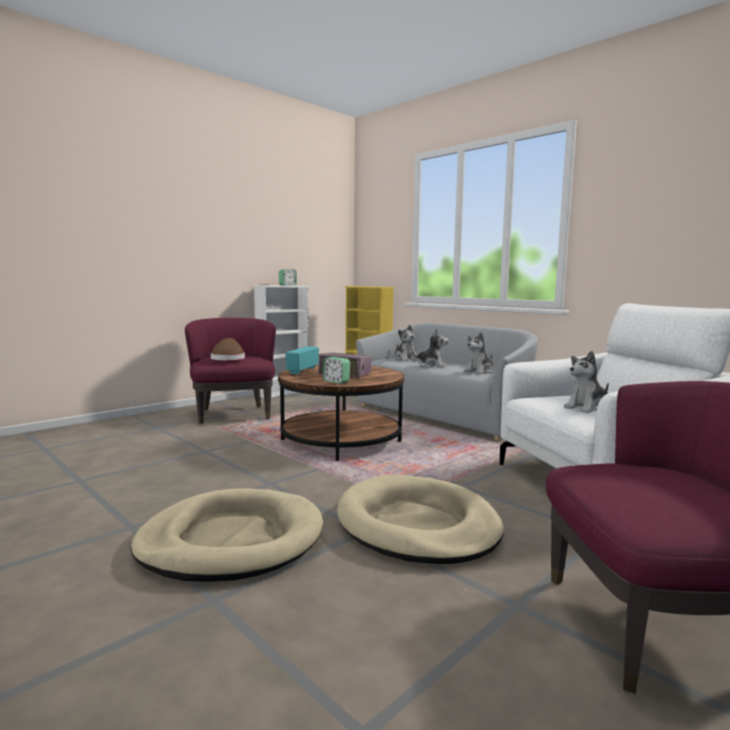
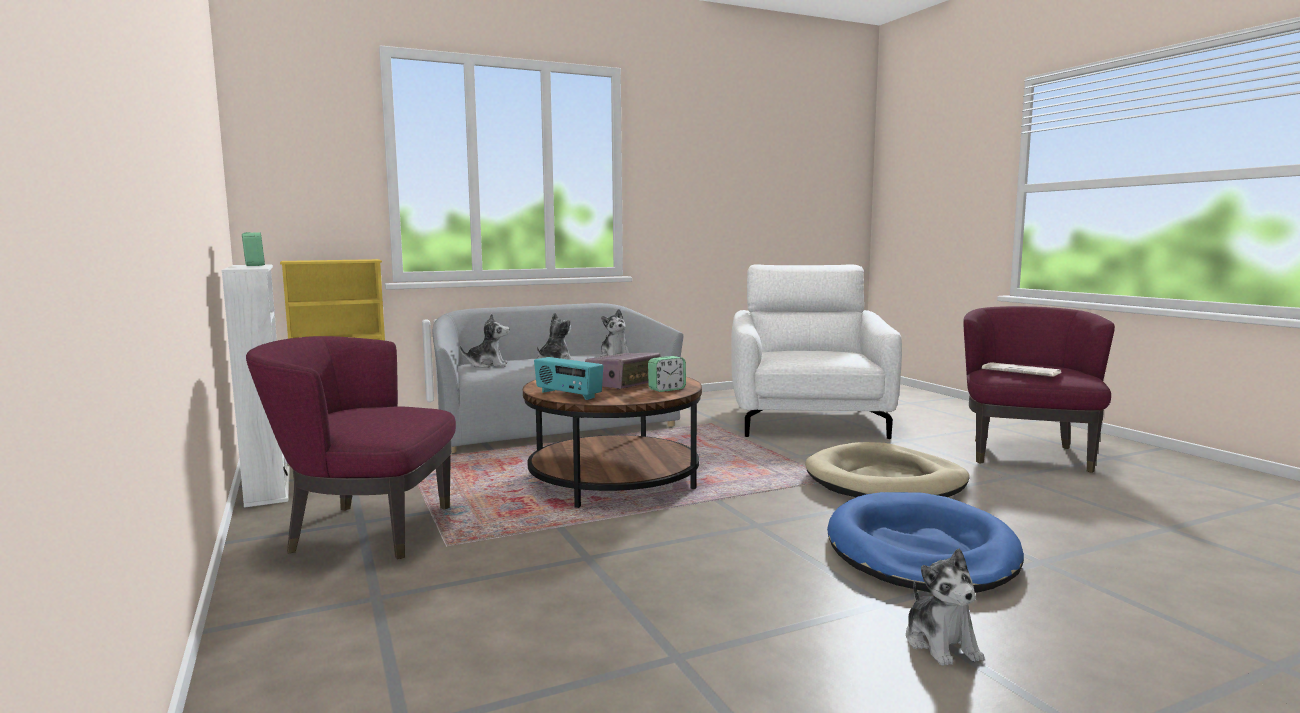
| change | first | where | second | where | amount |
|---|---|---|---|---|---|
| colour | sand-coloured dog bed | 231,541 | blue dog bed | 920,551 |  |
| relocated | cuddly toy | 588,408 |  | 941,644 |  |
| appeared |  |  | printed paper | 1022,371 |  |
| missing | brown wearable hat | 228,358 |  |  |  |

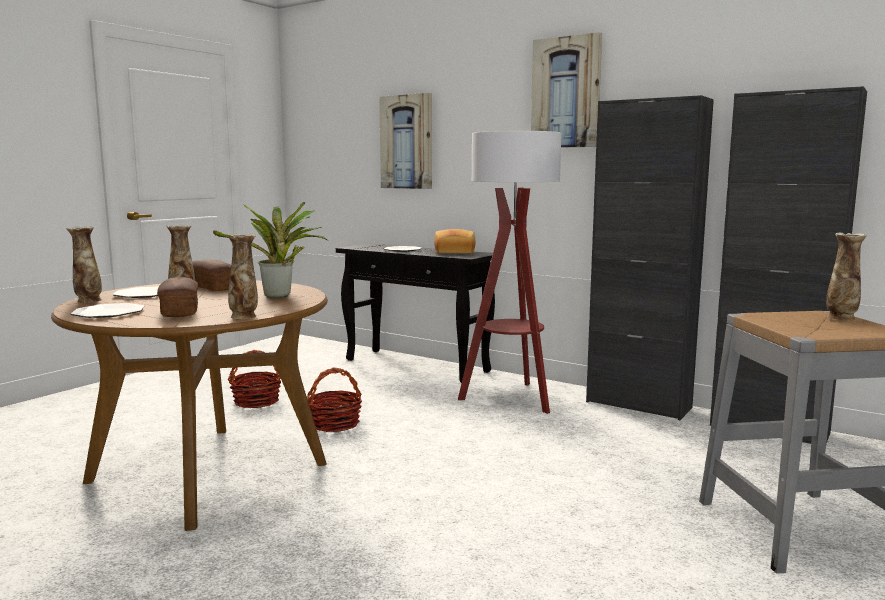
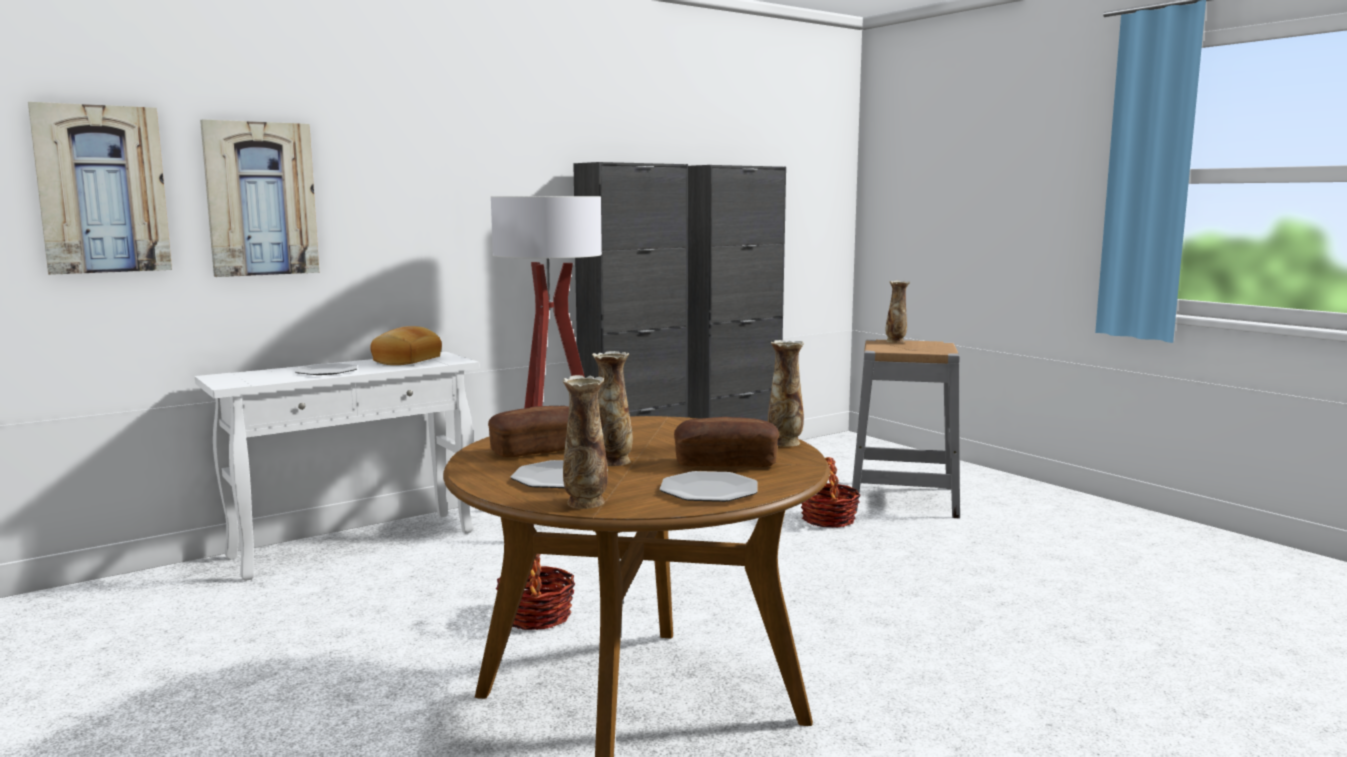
| change | first | where | second | where | amount |
|---|---|---|---|---|---|
| relocated | picture | 566,93 |  | 102,189 |  |
| colour | black narrow table | 417,366 | white narrow table | 355,544 |  |
| relocated | storage basket | 256,401 |  | 828,519 |  |
| missing | houseplant | 279,296 |  |  |  |

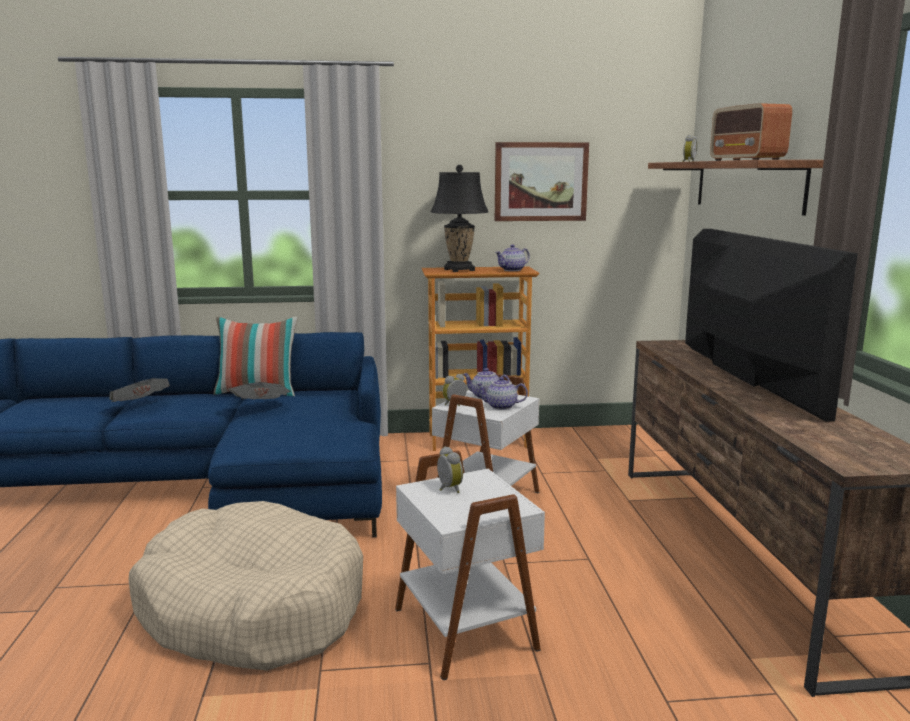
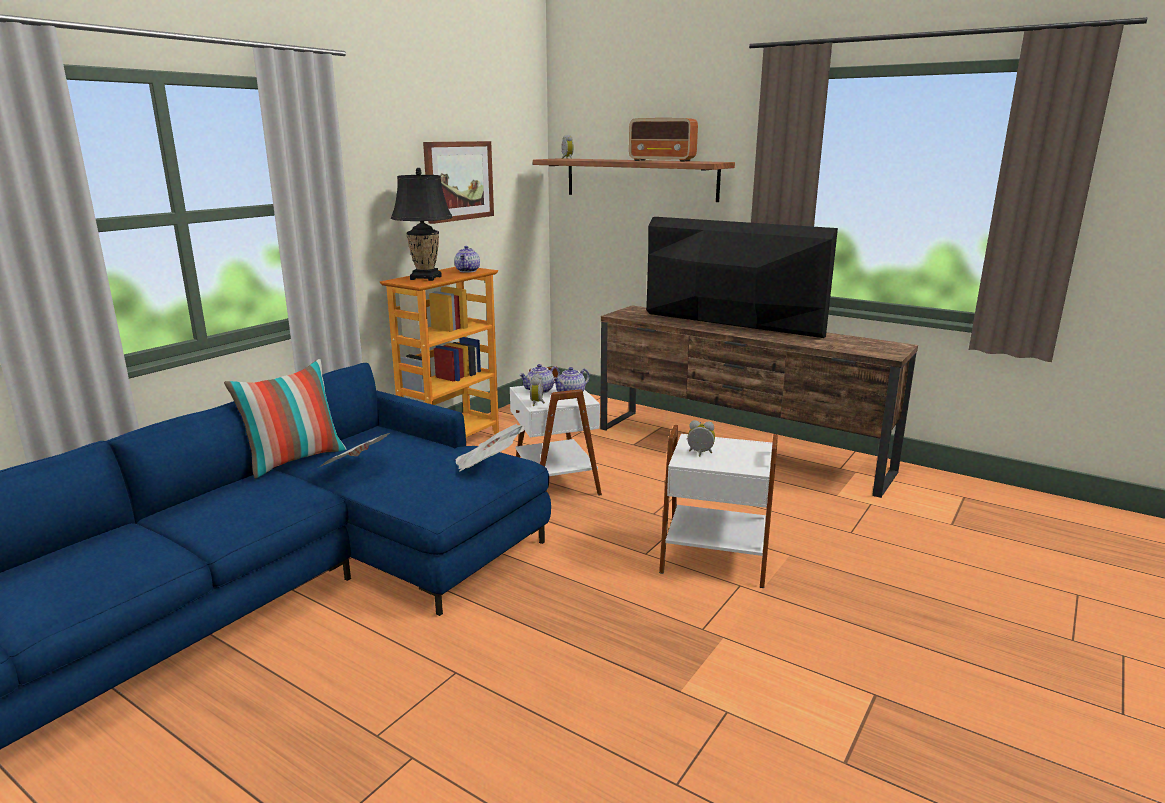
| change | first | where | second | where | amount |
|---|---|---|---|---|---|
| relocated | printed paper | 141,406 |  | 488,465 |  |
| missing | sand-coloured dog bed | 252,608 |  |  |  |

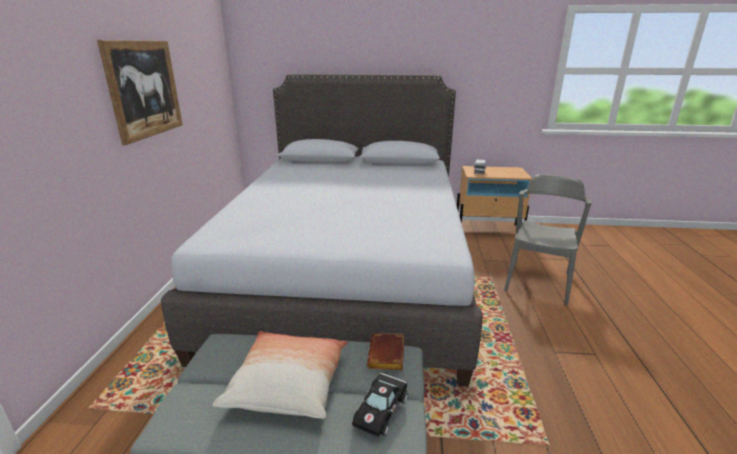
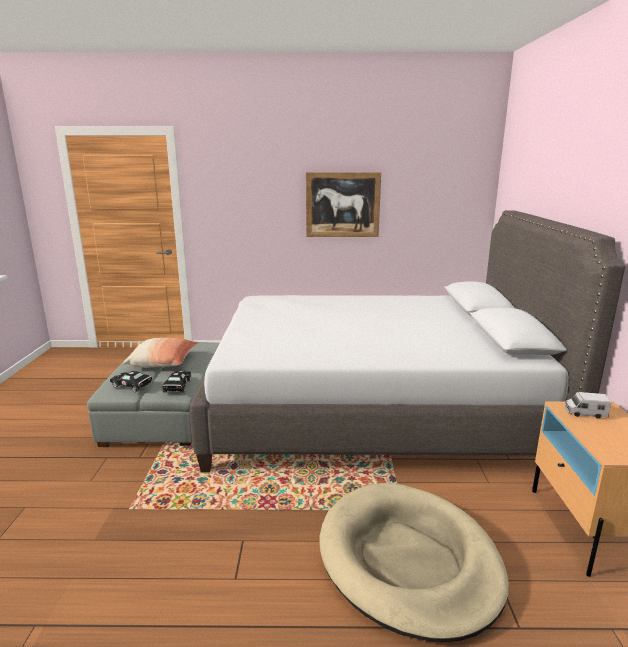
| change | first | where | second | where | amount |
|---|---|---|---|---|---|
| exchanged | brown bound book | 388,356 | black toy car | 177,387 |  |
| exchanged | greyish plain chair | 538,281 | sand-coloured dog bed | 408,561 |  |

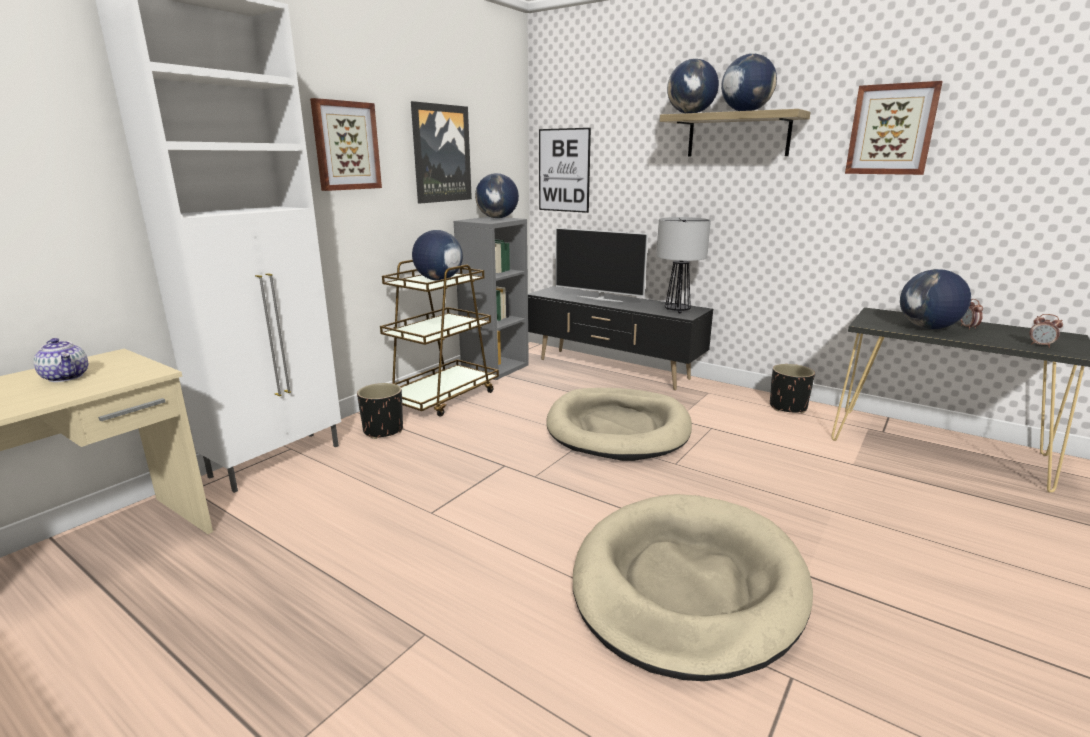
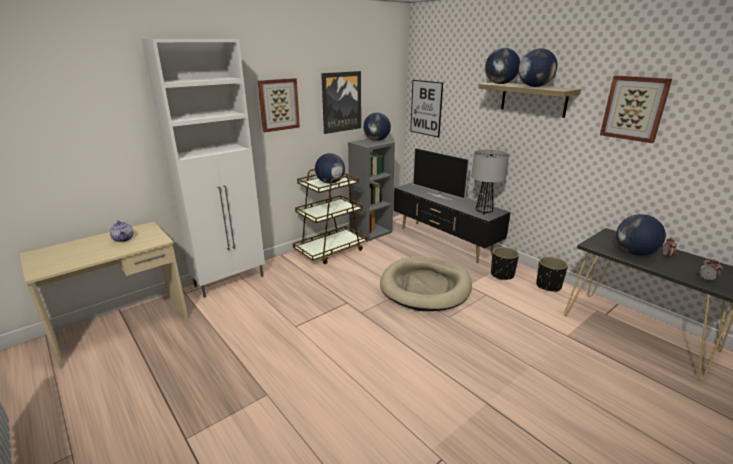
| change | first | where | second | where | amount |
|---|---|---|---|---|---|
| relocated | black plant pot | 383,430 |  | 502,274 |  |
| missing | sand-coloured dog bed | 687,586 |  |  |  |

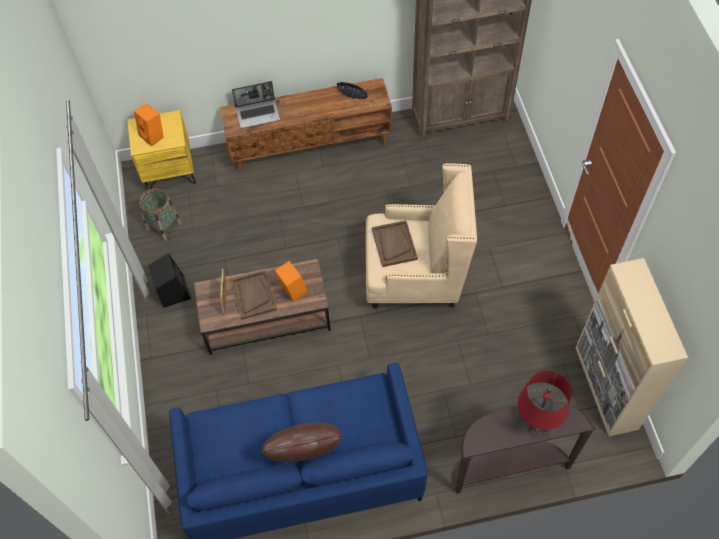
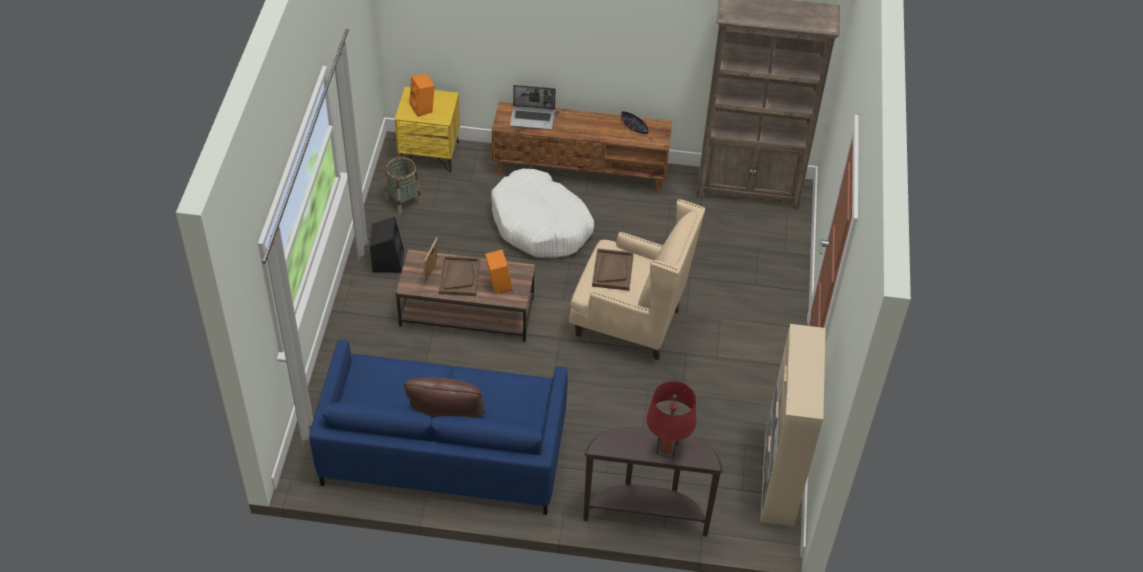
| change | first | where | second | where | amount |
|---|---|---|---|---|---|
| appeared |  |  | white dog bed | 541,224 |  |

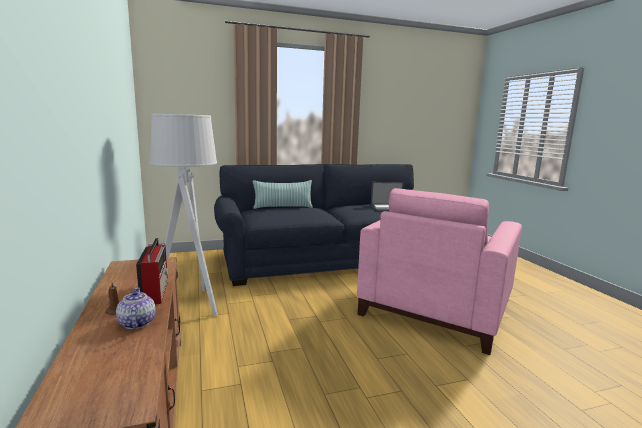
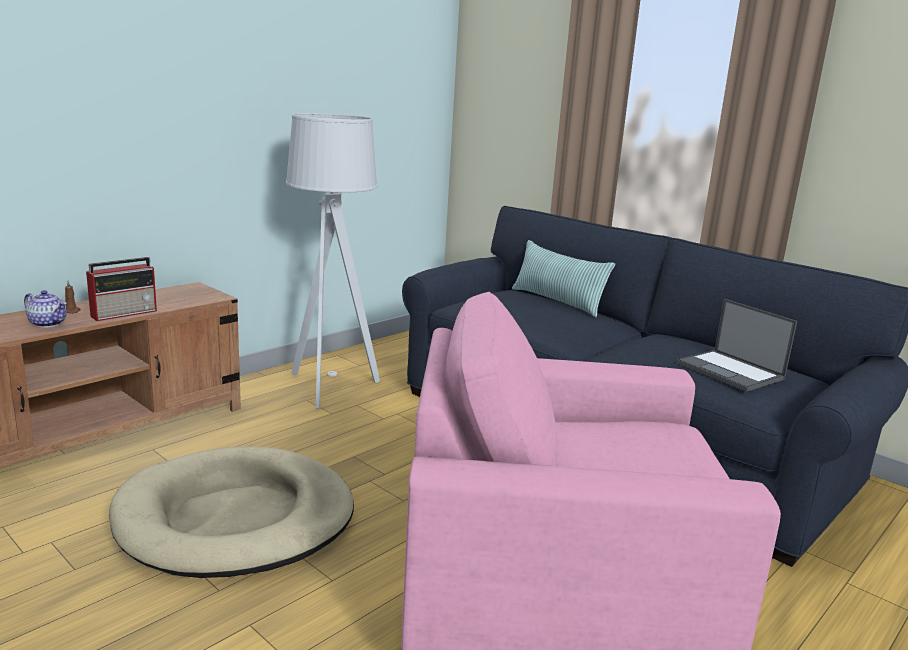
| change | first | where | second | where | amount |
|---|---|---|---|---|---|
| spun | tea pot | 136,323 |  | 48,323 | 75 degrees clockwise |
| appeared |  |  | sand-coloured dog bed | 236,518 |  |

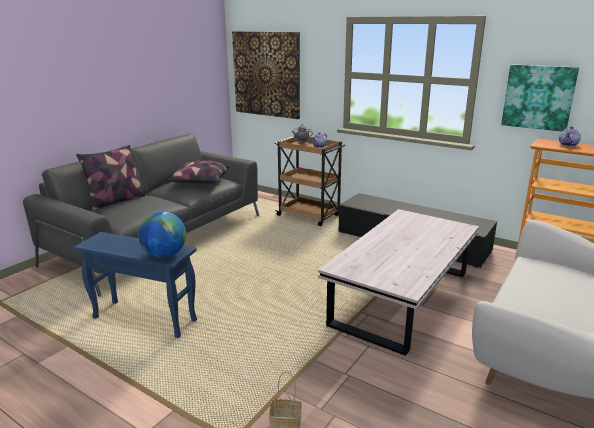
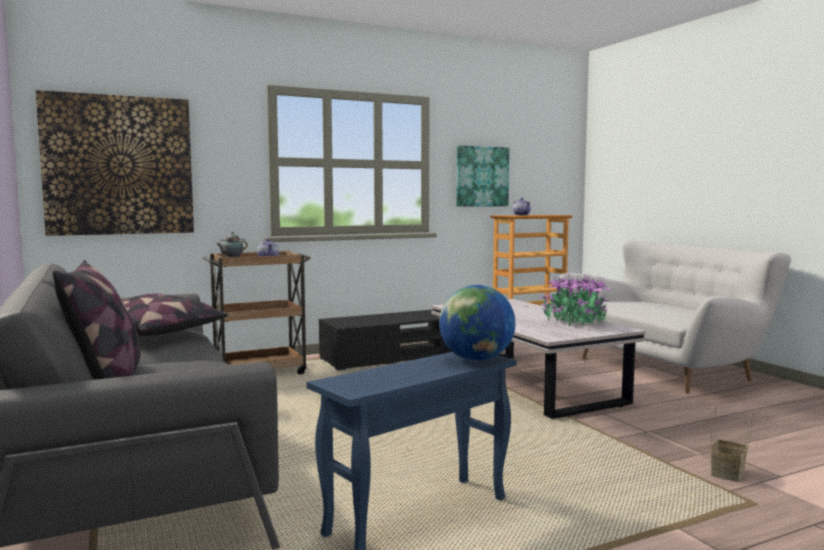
| change | first | where | second | where | amount |
|---|---|---|---|---|---|
| appeared |  |  | houseplant | 574,321 |  |

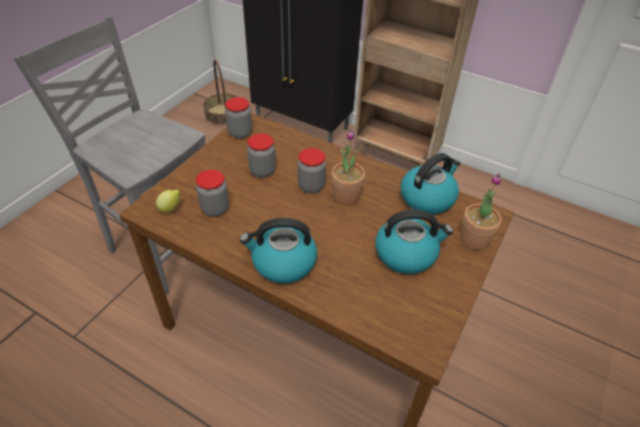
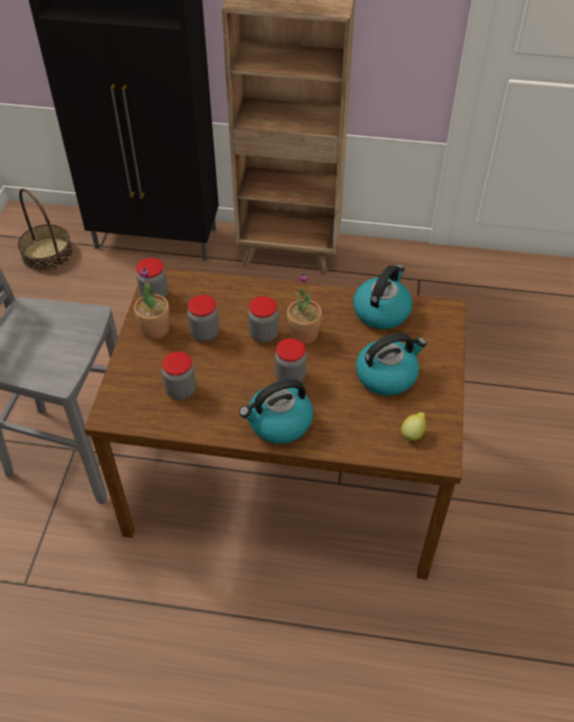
| change | first | where | second | where | amount |
|---|---|---|---|---|---|
| relocated | houseplant | 474,240 |  | 155,329 |  |
| appeared |  |  | jar | 290,377 |  |
| relocated | citrus fruit | 171,208 |  | 413,434 |  |

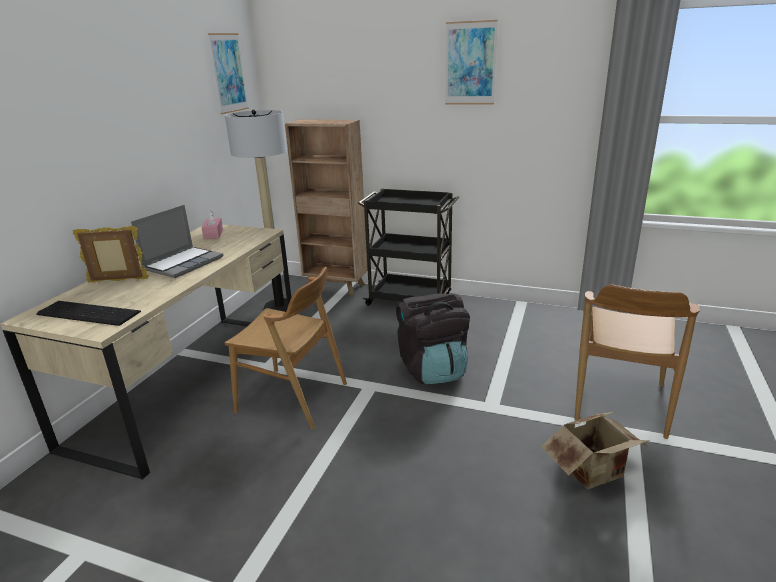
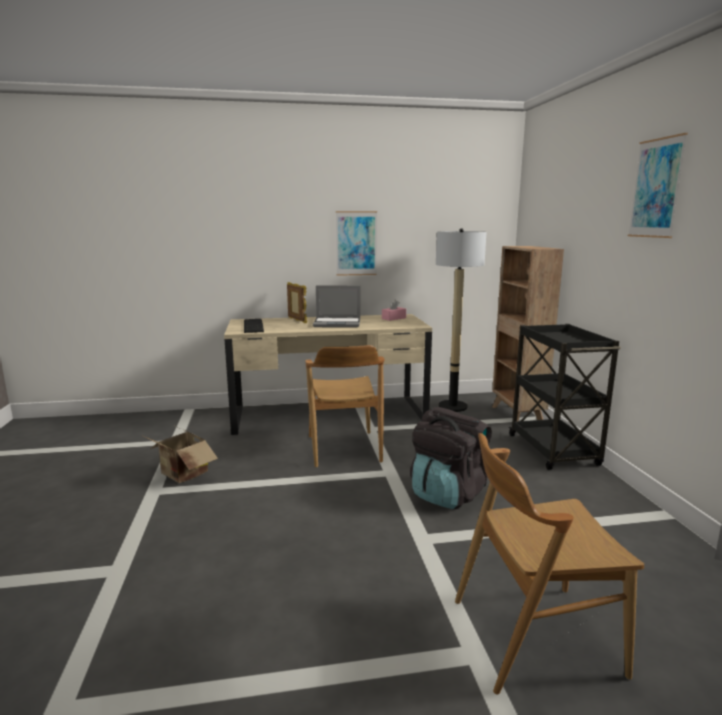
| change | first | where | second | where | amount |
|---|---|---|---|---|---|
| relocated | packing box | 595,472 |  | 182,475 |  |
| relocated | picture | 228,73 |  | 356,243 |  |

